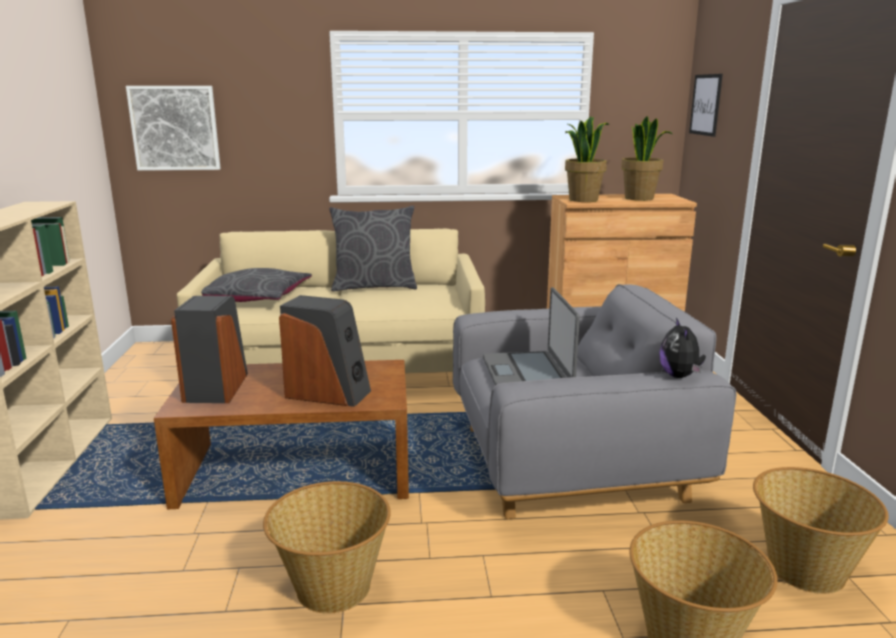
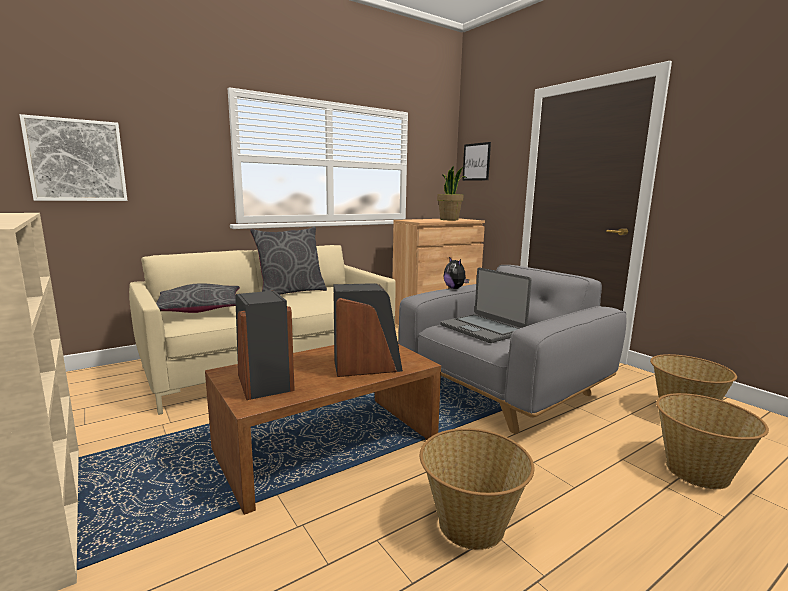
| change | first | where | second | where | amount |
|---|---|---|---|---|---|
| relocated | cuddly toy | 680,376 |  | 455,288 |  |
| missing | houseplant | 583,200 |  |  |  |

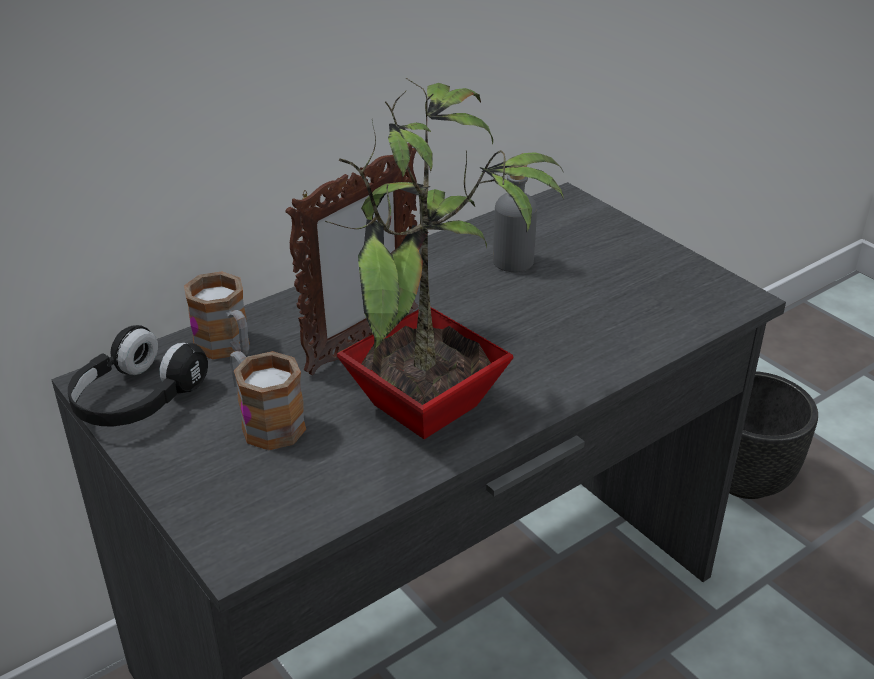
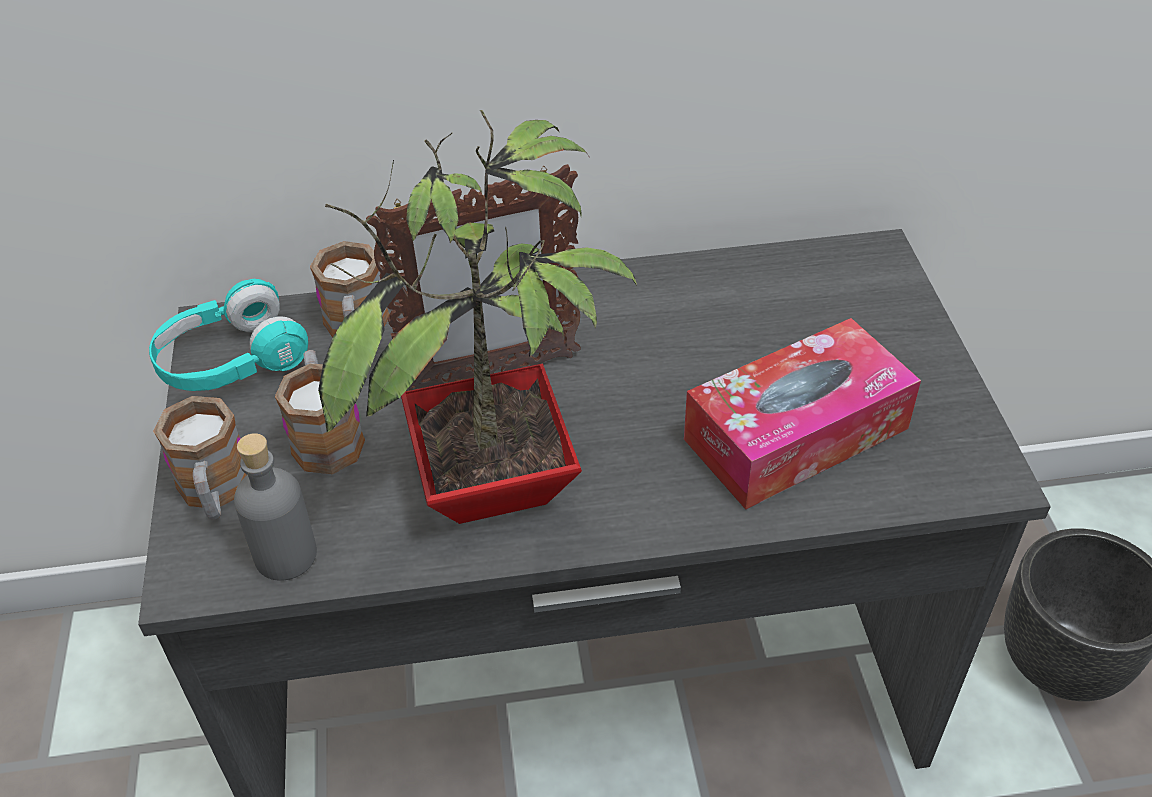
| change | first | where | second | where | amount |
|---|---|---|---|---|---|
| colour | black headset | 136,400 | turquoise-coloured headset | 231,361 |  |
| appeared |  |  | tea mug | 215,493 |  |
| relocated | greyish beverage bottle | 513,261 |  | 286,555 |  |
| appeared |  |  | tissue box | 796,434 |  |

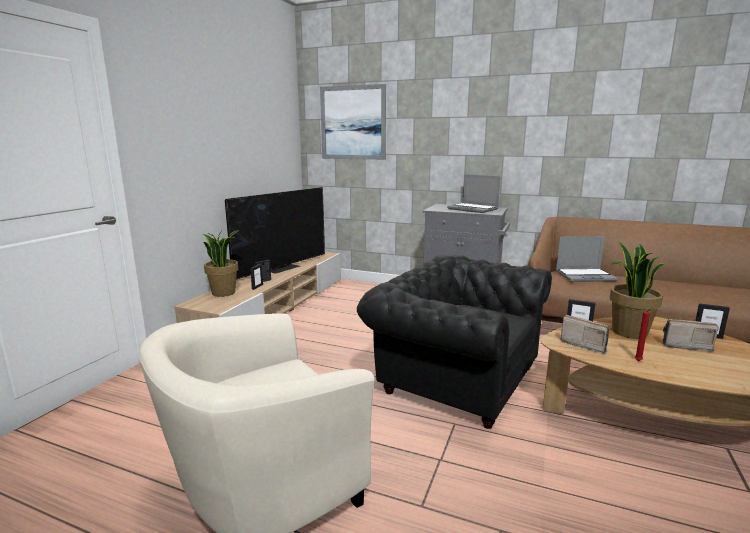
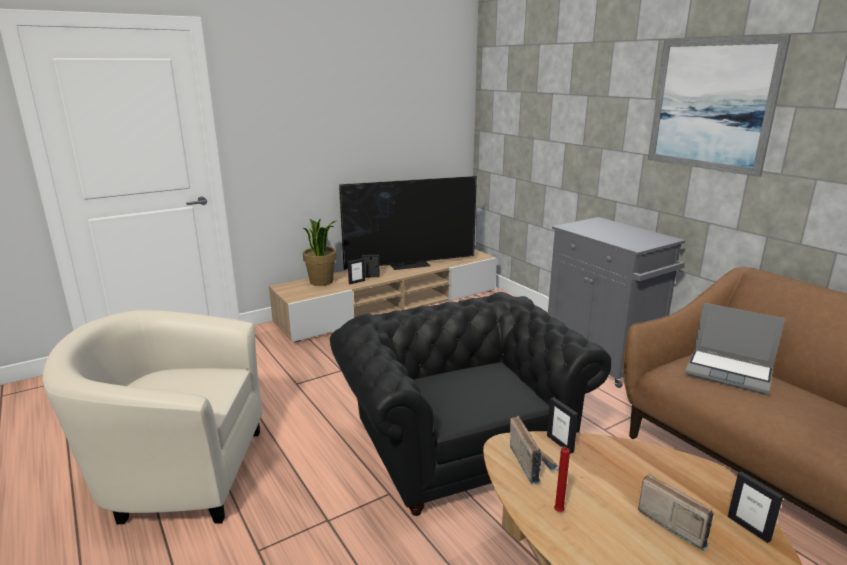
| change | first | where | second | where | amount |
|---|---|---|---|---|---|
| relocated | picture | 353,123 |  | 711,104 |  |
| missing | notebook computer | 473,209 |  |  |  |
| missing | houseplant | 628,332 |  |  |  |

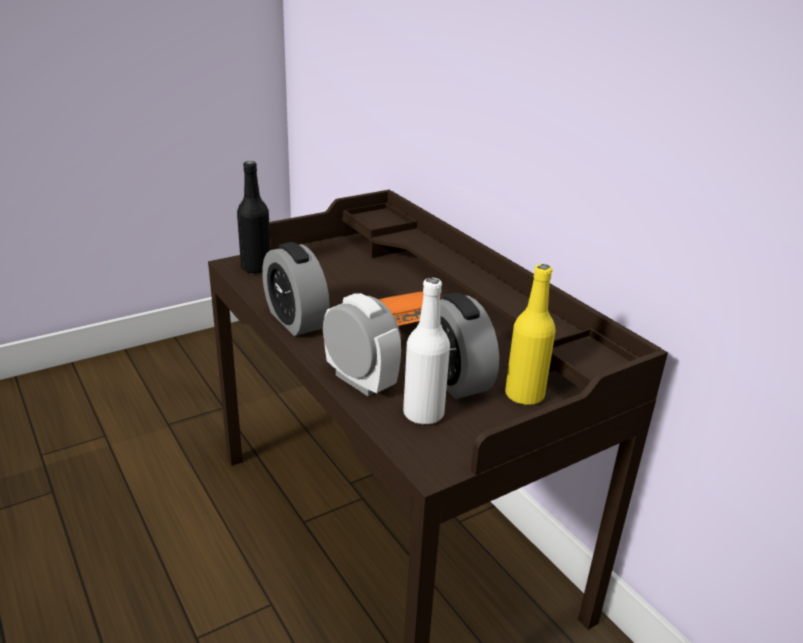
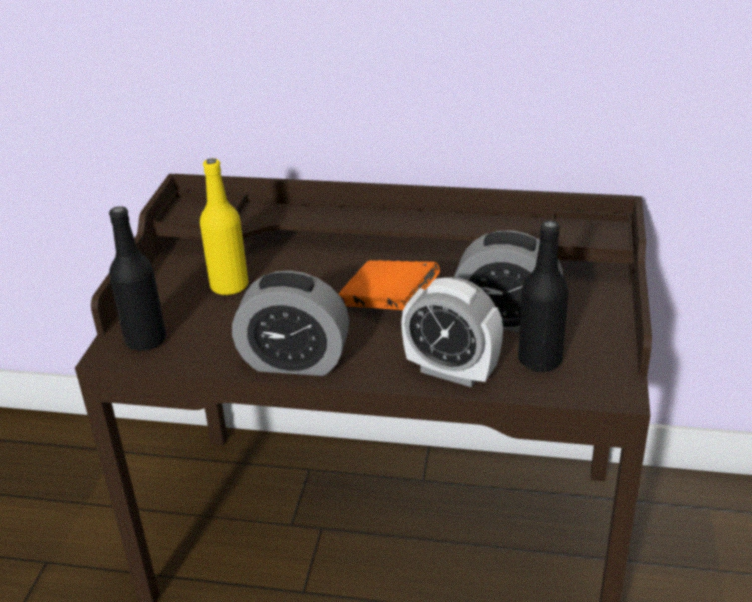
| change | first | where | second | where | amount |
|---|---|---|---|---|---|
| relocated | yellow-coloured beverage bottle | 524,395 |  | 229,286 |  |
| spun | alarm clock | 360,381 |  | 451,371 | 150 degrees counterclockwise |
| colour | white beverage bottle | 423,414 | black beverage bottle | 539,360 |  |

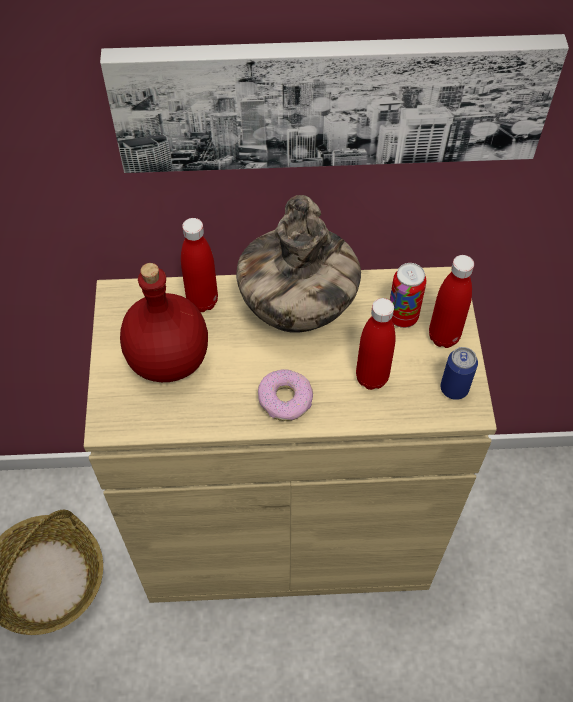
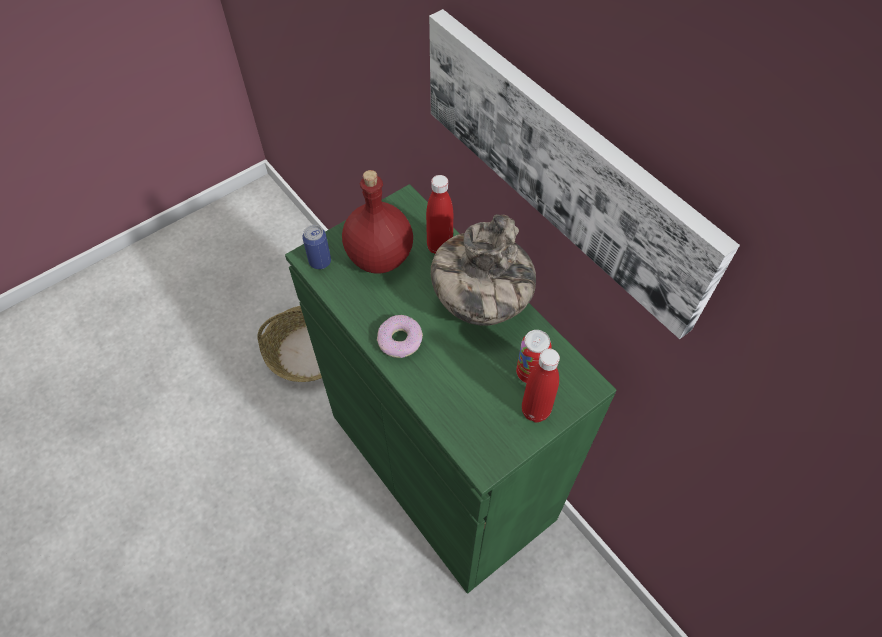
| change | first | where | second | where | amount |
|---|---|---|---|---|---|
| colour | sand-coloured cabinet | 286,530 | green-coloured cabinet | 441,466 |  |
| relocated | sealed can | 454,389 |  | 320,262 |  |
| missing | red beverage bottle | 372,378 |  |  |  |

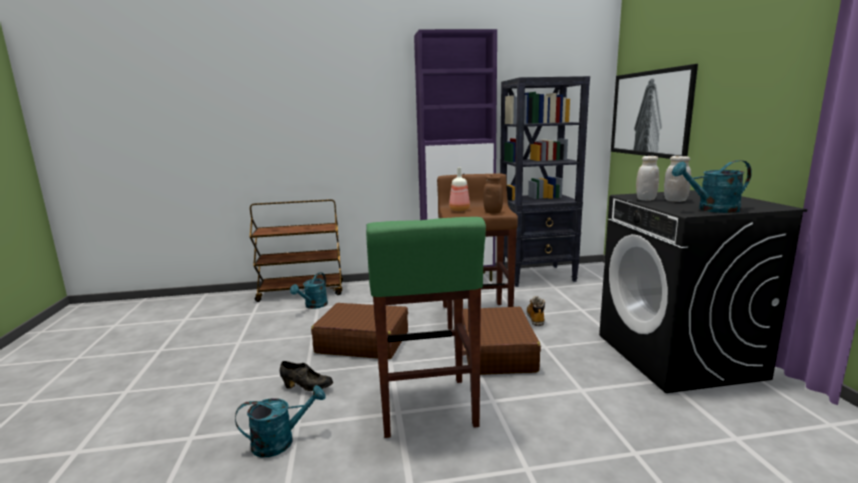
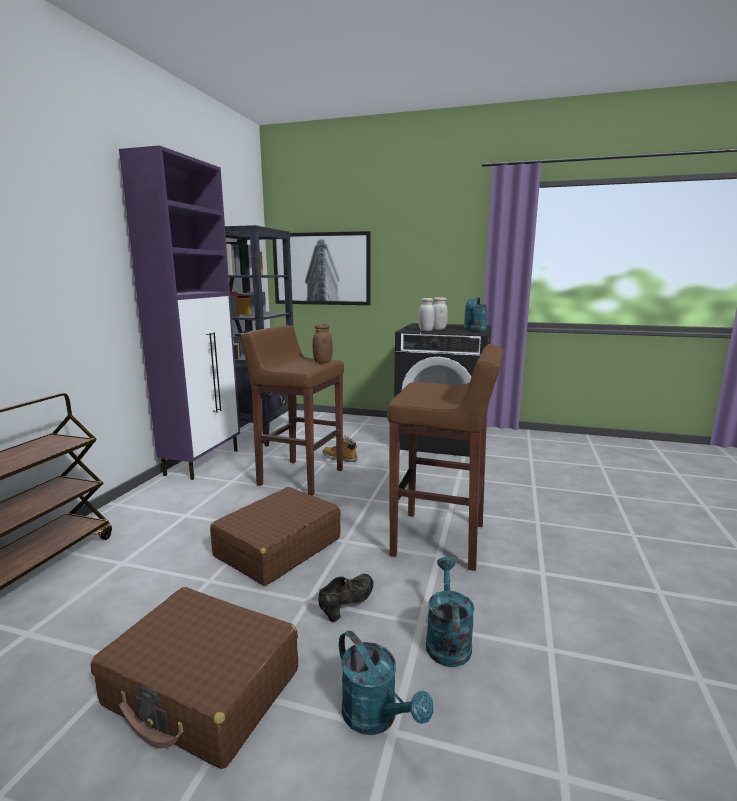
| change | first | where | second | where | amount |
|---|---|---|---|---|---|
| relocated | brown suitcase | 497,352 |  | 203,688 |  |
| relocated | turquoise-coloured watering can | 313,306 |  | 377,718 |  |
| colour | green-coloured stool seat | 426,408 | brown stool seat | 440,540 |  |
| missing | beverage bottle | 459,210 |  |  |  |

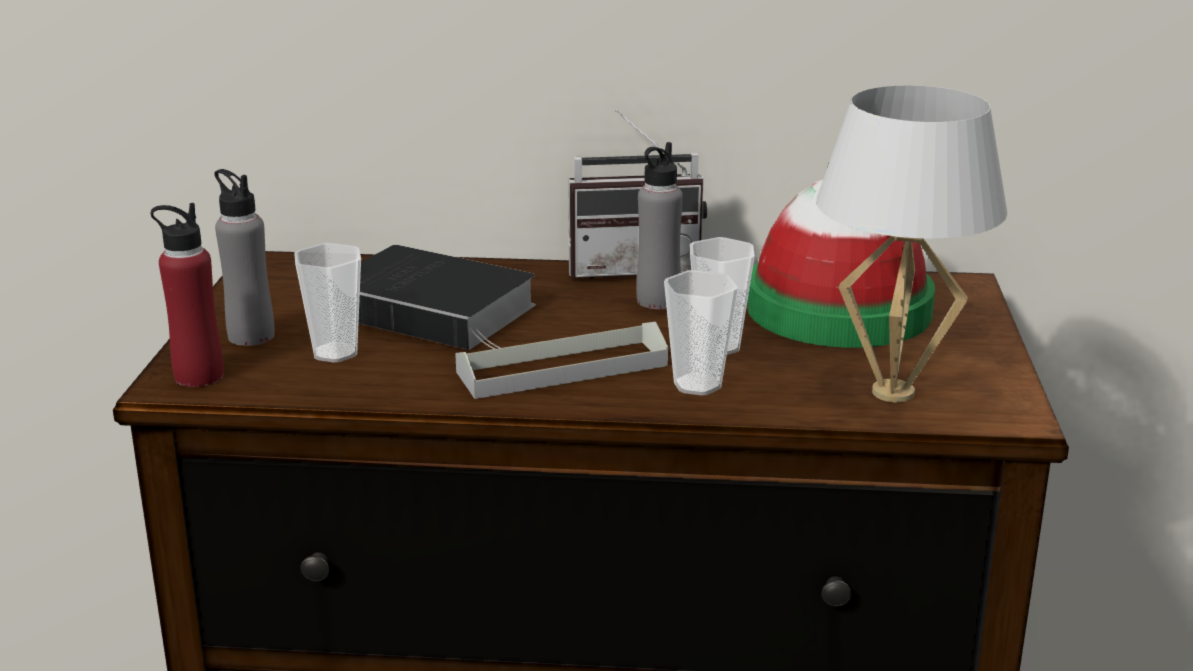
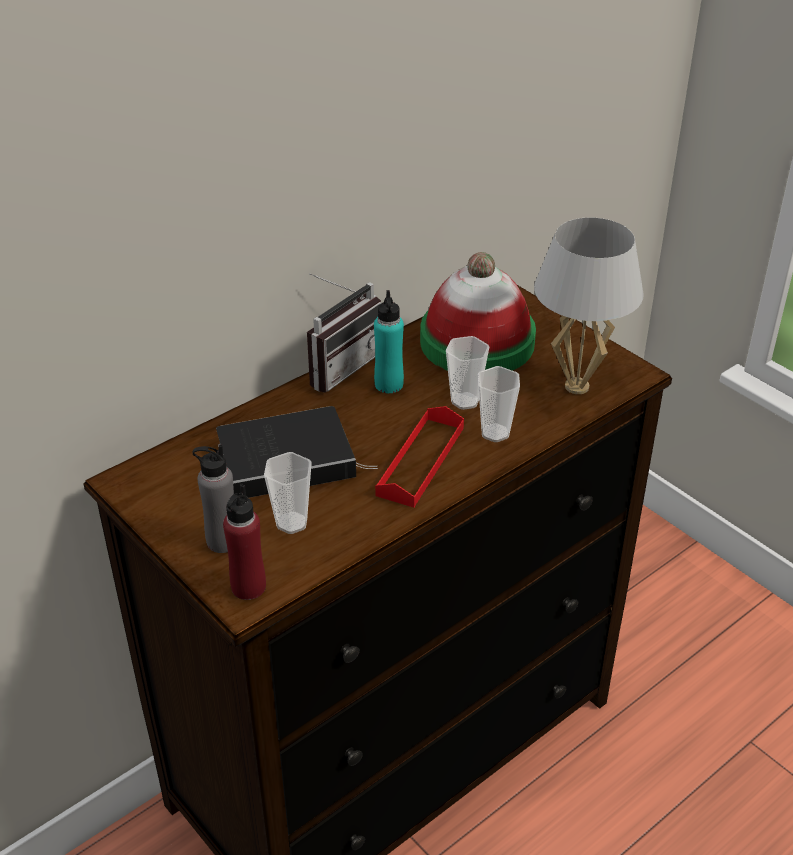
| change | first | where | second | where | amount |
|---|---|---|---|---|---|
| colour | greyish beverage bottle | 658,300 | turquoise-coloured beverage bottle | 388,384 |  |
| colour | greyish tray | 562,369 | red tray | 420,461 |  |

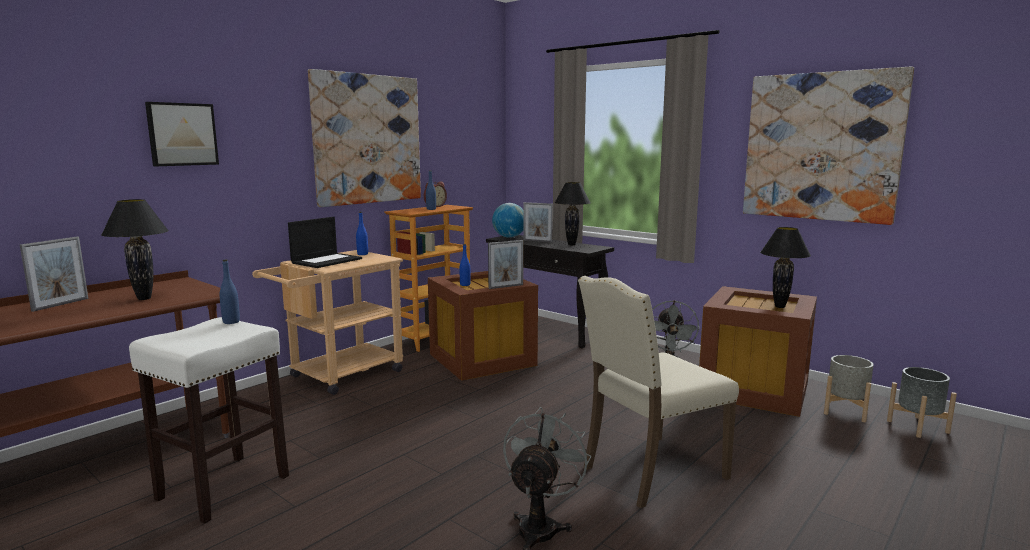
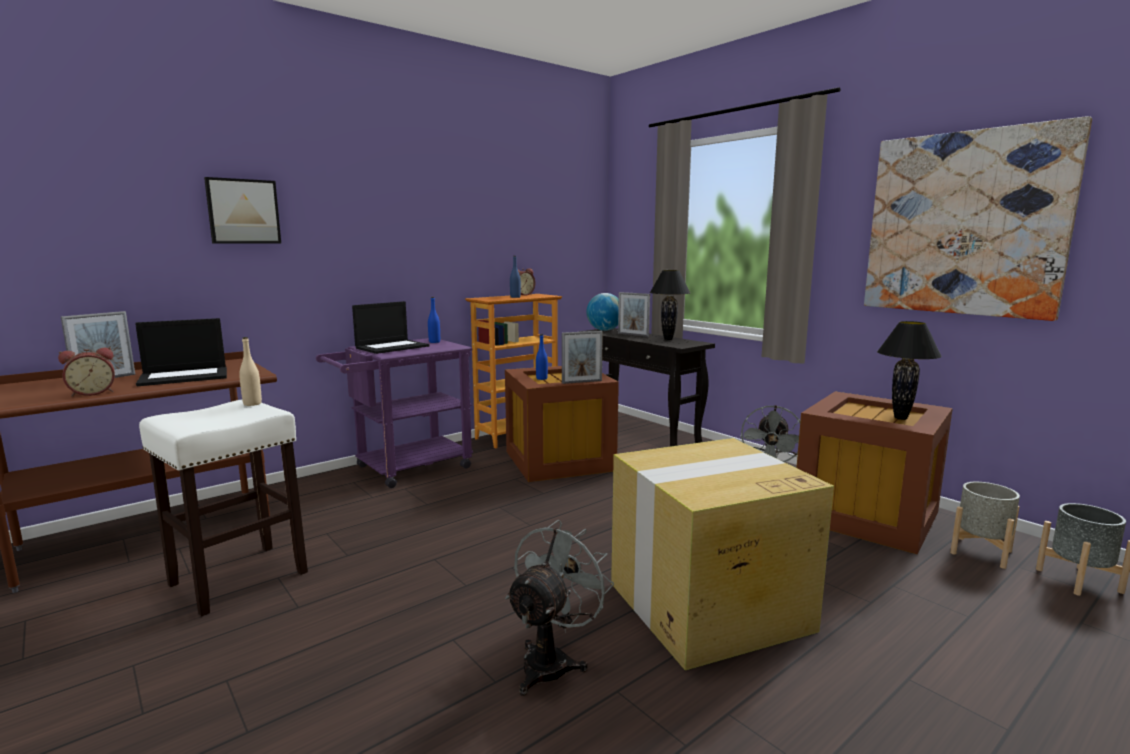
| change | first | where | second | where | amount |
|---|---|---|---|---|---|
| appeared |  |  | alarm clock | 92,393 |  |
| exchanged | black table lamp | 145,298 | notebook computer | 185,376 |  |
| colour | blue beverage bottle | 231,322 | sand-coloured beverage bottle | 252,404 |  |
| colour | sand-coloured trolley | 338,376 | purplish trolley | 404,469 |  |
| exchanged | sand-coloured plain chair | 650,472 | packing box | 706,606 |  |
| missing | picture | 367,139 |  |  |  |

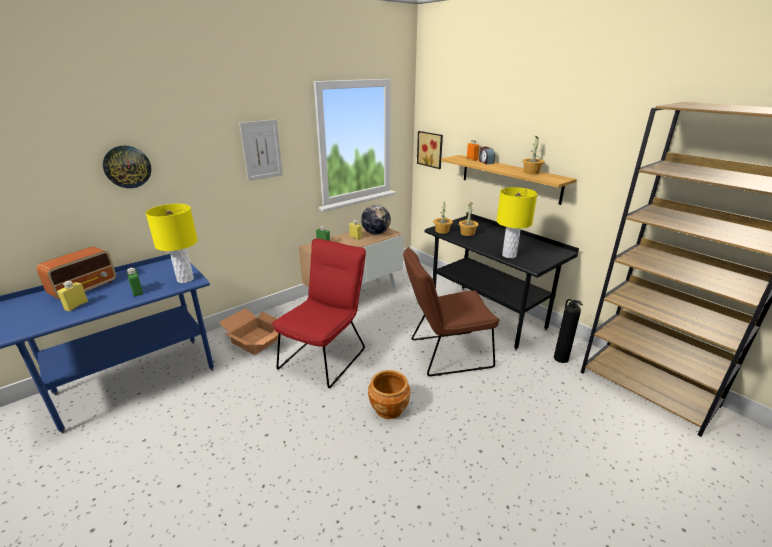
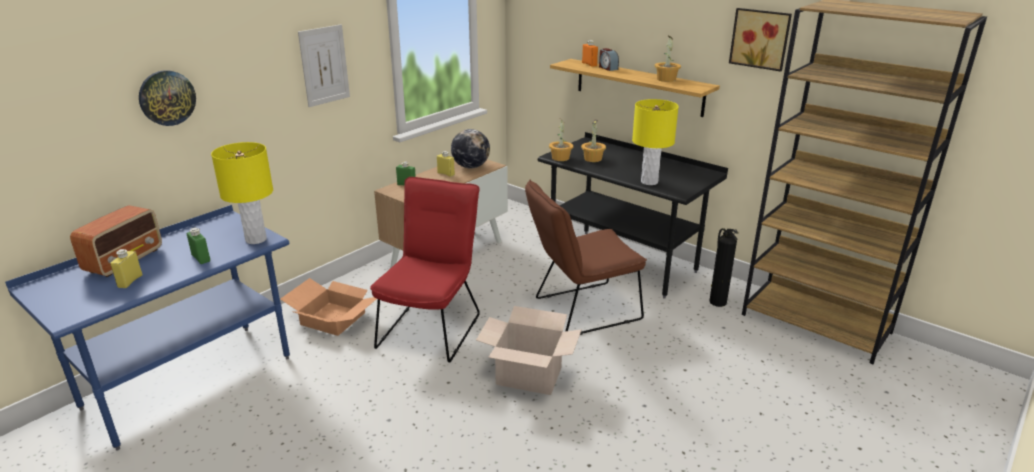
| change | first | where | second | where | amount |
|---|---|---|---|---|---|
| exchanged | brown plant pot | 389,408 | packing box | 529,376 |  |
| relocated | picture | 431,149 |  | 760,38 |  |

